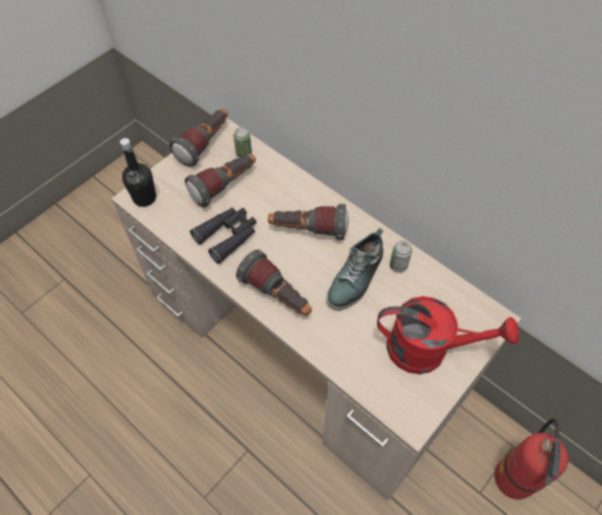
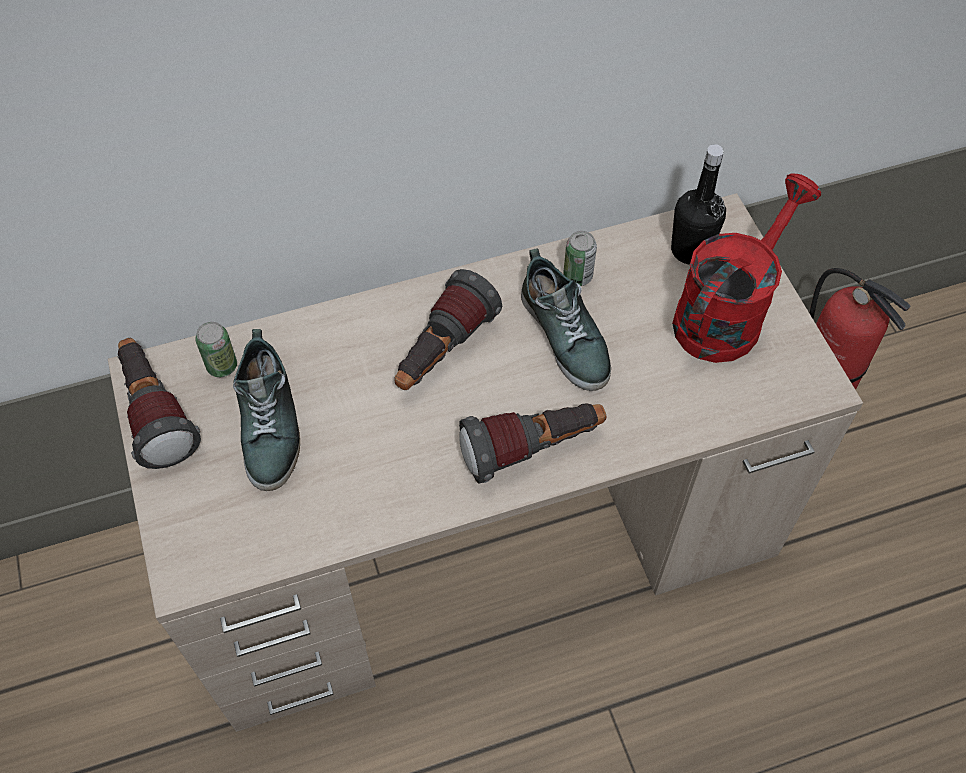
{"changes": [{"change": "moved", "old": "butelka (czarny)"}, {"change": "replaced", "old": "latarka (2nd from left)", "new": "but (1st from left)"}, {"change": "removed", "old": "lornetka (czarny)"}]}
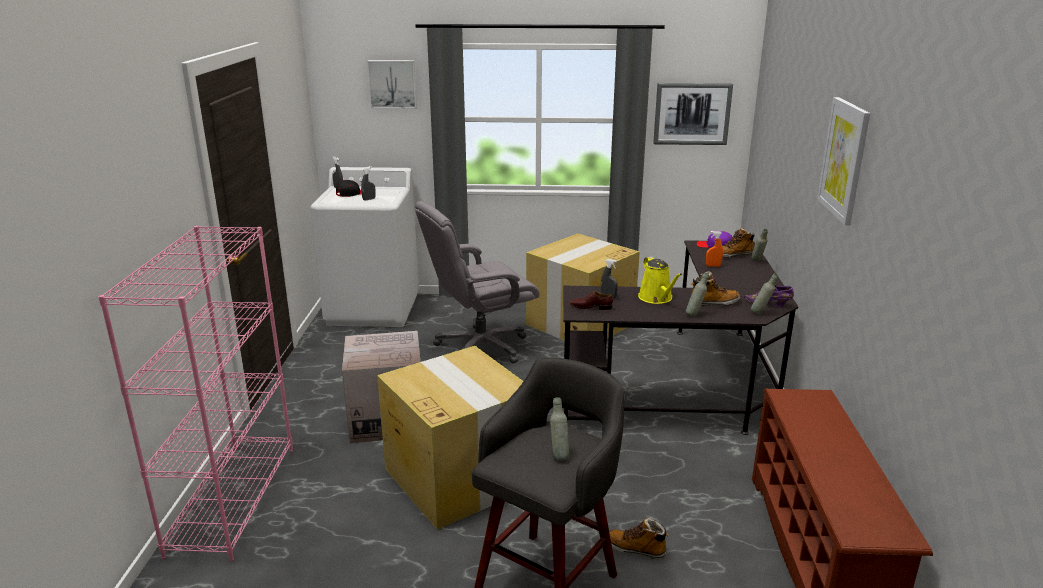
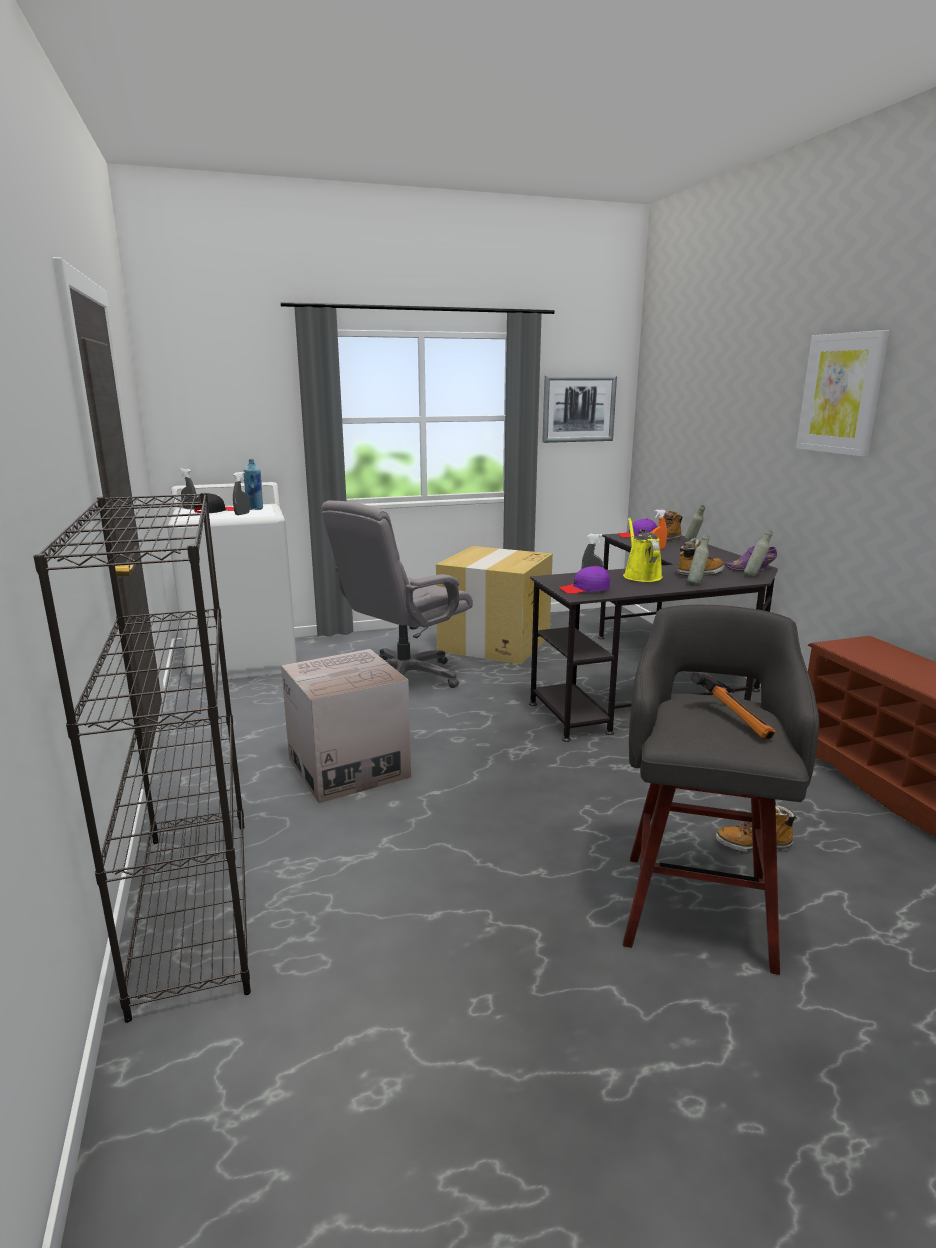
{"changes": [{"change": "recoloured", "old": "regał (różowy)", "new": "regał (czarny)"}, {"change": "removed", "old": "obraz (1st from left)"}, {"change": "removed", "old": "karton (2nd from left)"}, {"change": "replaced", "old": "butelka (szary) (1st from left)", "new": "młotek"}, {"change": "replaced", "old": "but (brązowy)", "new": "czapka z daszkiem (fioletowy) (1st from left)"}, {"change": "turned", "old": "konewka (żółty)", "degrees": -150}, {"change": "added", "new": "butelka (niebieski)"}]}
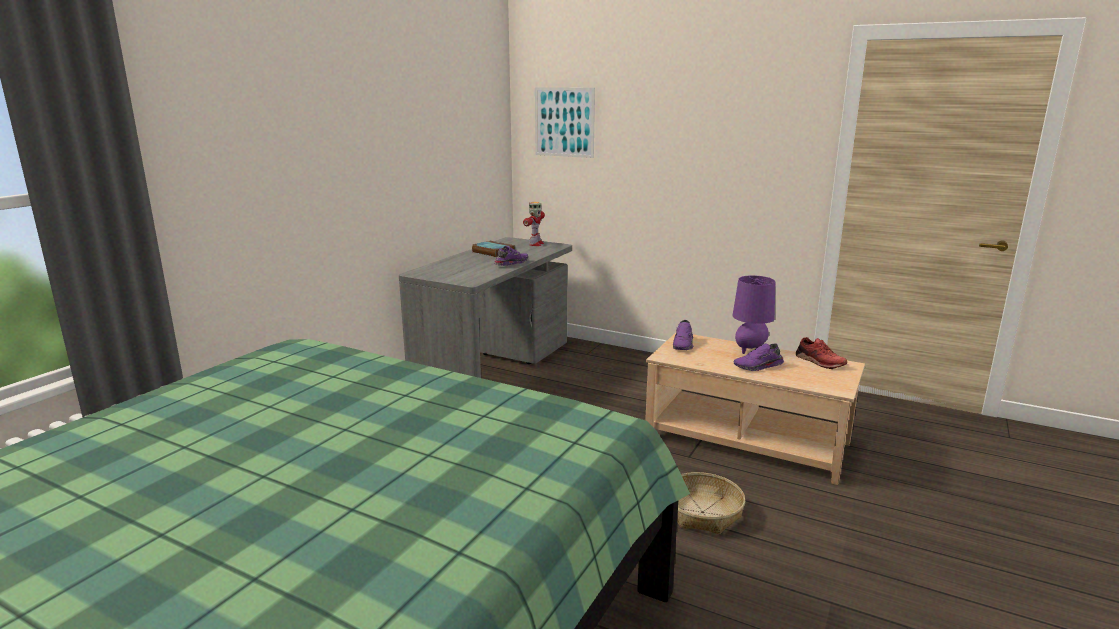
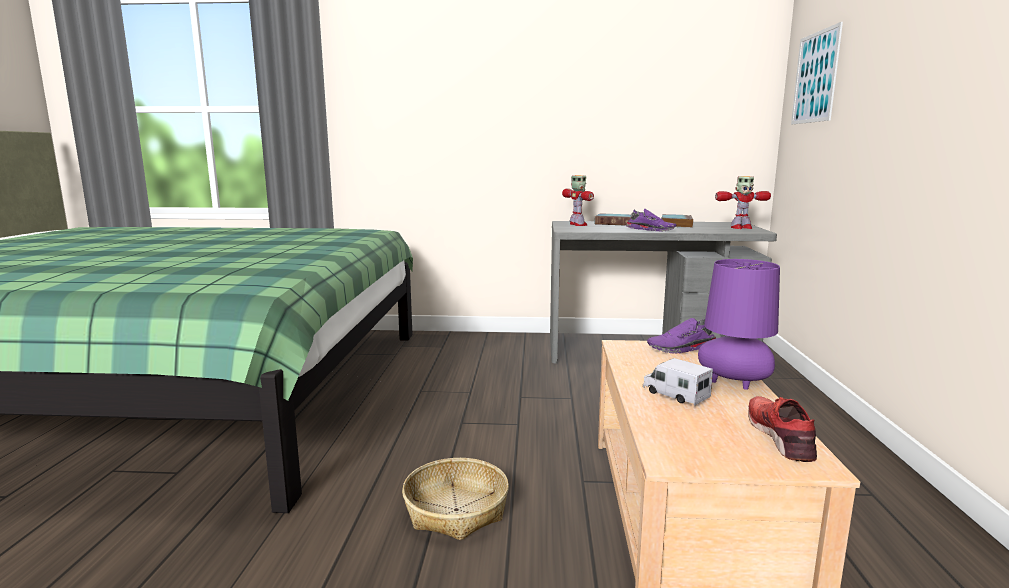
{"changes": [{"change": "replaced", "old": "but (fioletowy) (3rd from left)", "new": "ciężarówka zabawkowa"}, {"change": "turned", "old": "but (czerwony)", "degrees": 150}, {"change": "added", "new": "robot zabawkowy (1st from left)"}, {"change": "added", "new": "książka (1st from left)"}]}
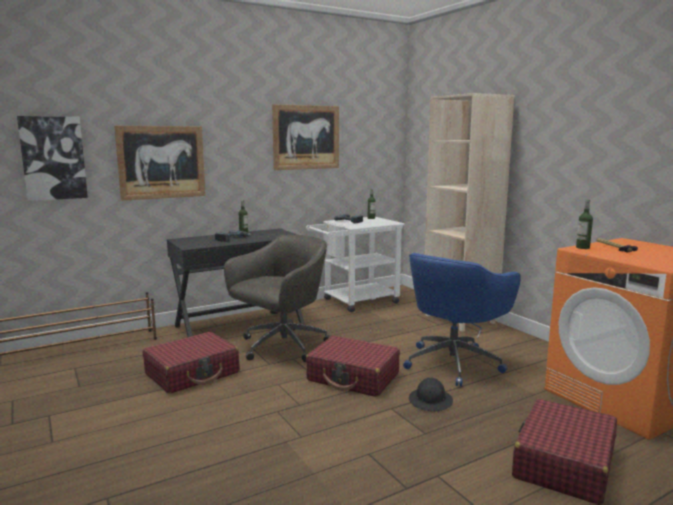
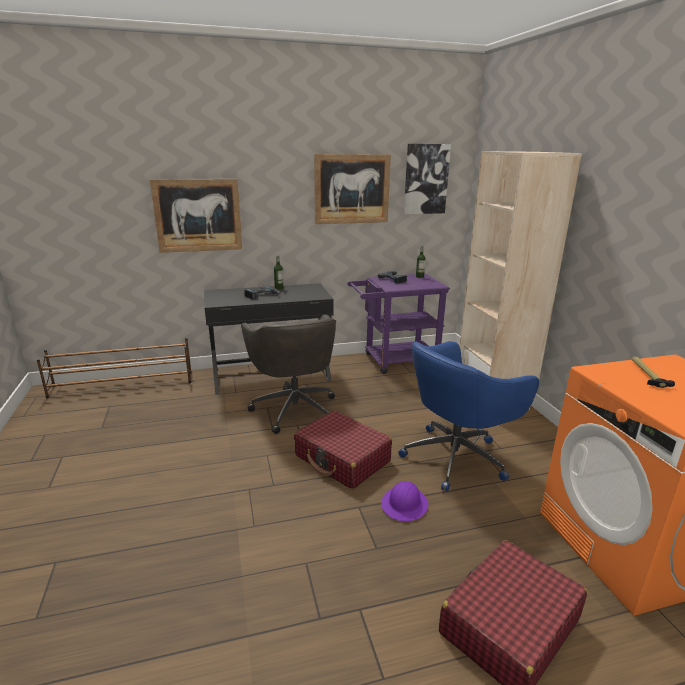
{"changes": [{"change": "moved", "old": "obraz (1st from left in the first image)", "new": "obraz (3rd from left)"}, {"change": "removed", "old": "walizka (czerwony) (1st from left)"}, {"change": "turned", "old": "krzesło biurowe (szary)", "degrees": 105}, {"change": "recoloured", "old": "wózek (biały)", "new": "wózek (fioletowy)"}, {"change": "recoloured", "old": "kask (czarny)", "new": "kask (fioletowy)"}, {"change": "removed", "old": "butelka (3rd from left)"}]}
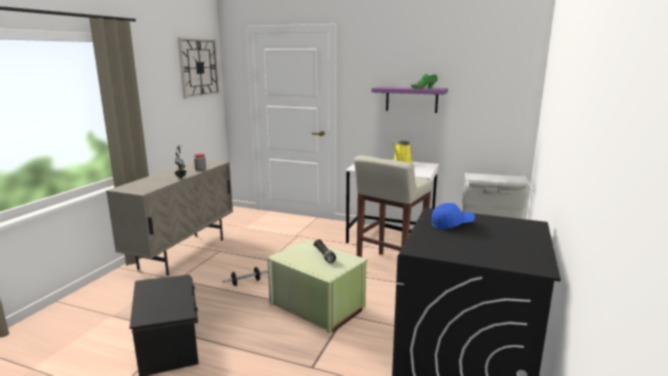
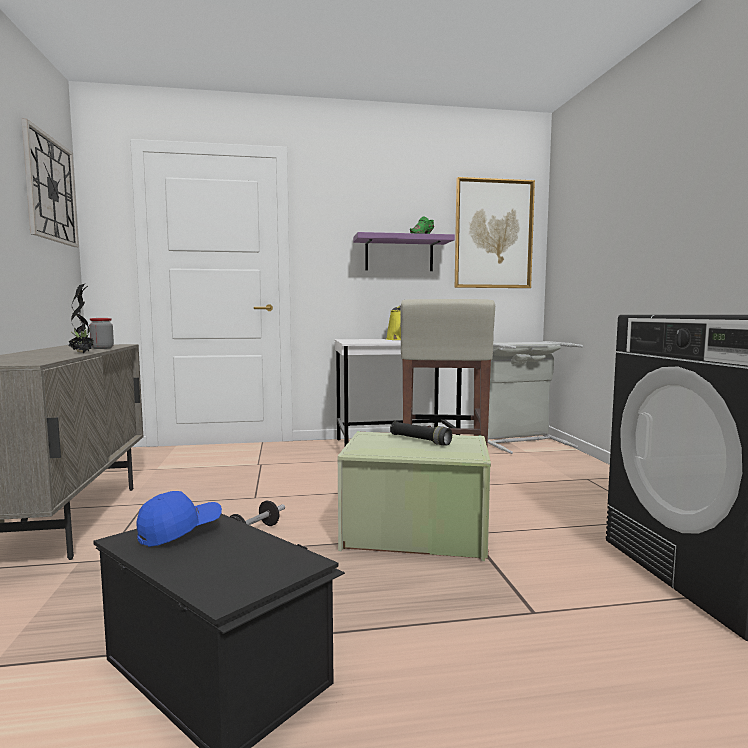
{"changes": [{"change": "moved", "old": "czapka z daszkiem (niebieski)"}, {"change": "added", "new": "obraz"}]}
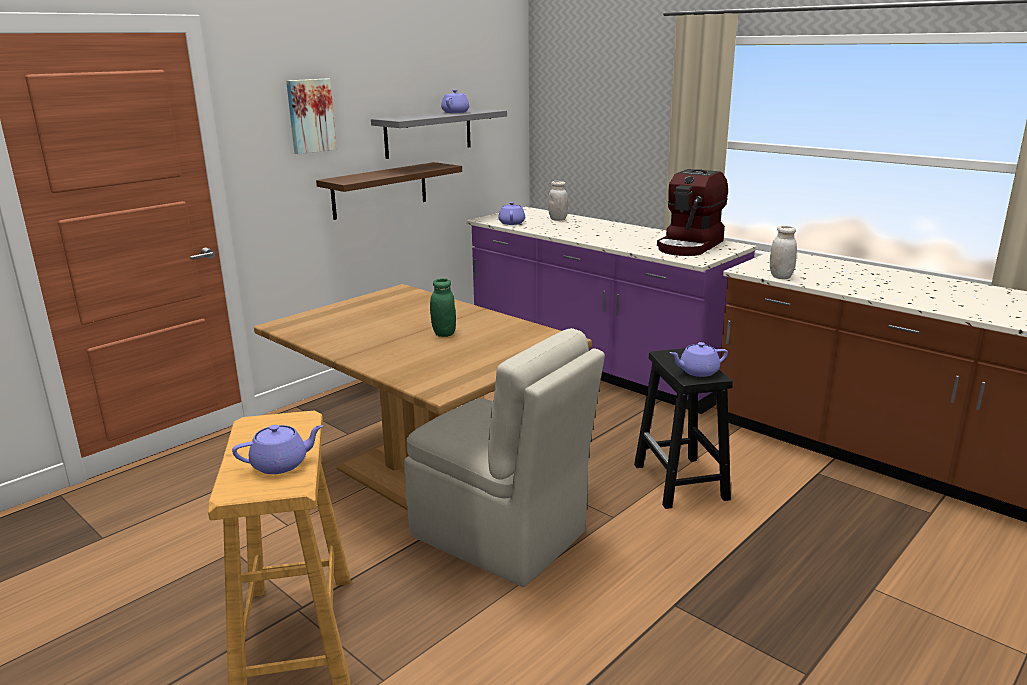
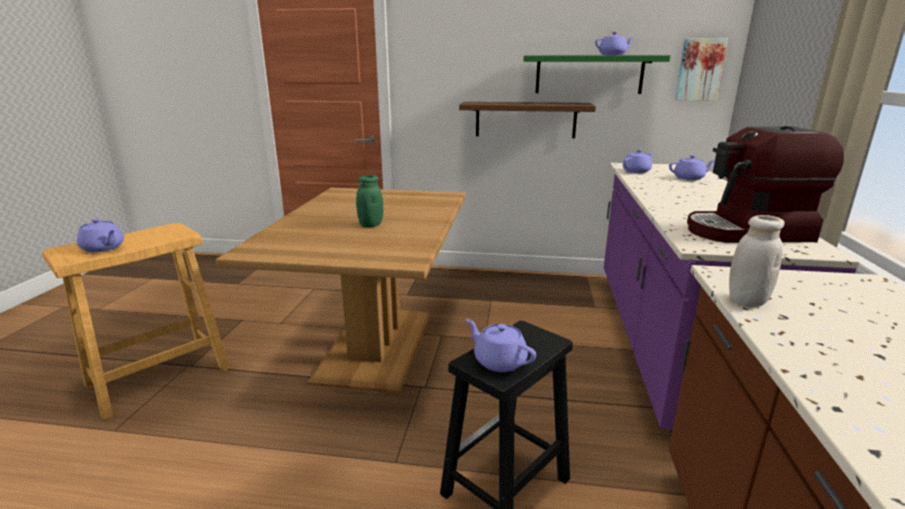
{"changes": [{"change": "moved", "old": "obraz"}, {"change": "recoloured", "old": "półka (szary)", "new": "półka (zielony)"}, {"change": "removed", "old": "krzesło (beżowy)"}, {"change": "replaced", "old": "słoik (biały) (1st from left)", "new": "imbryk (fioletowy) (5th from left)"}]}
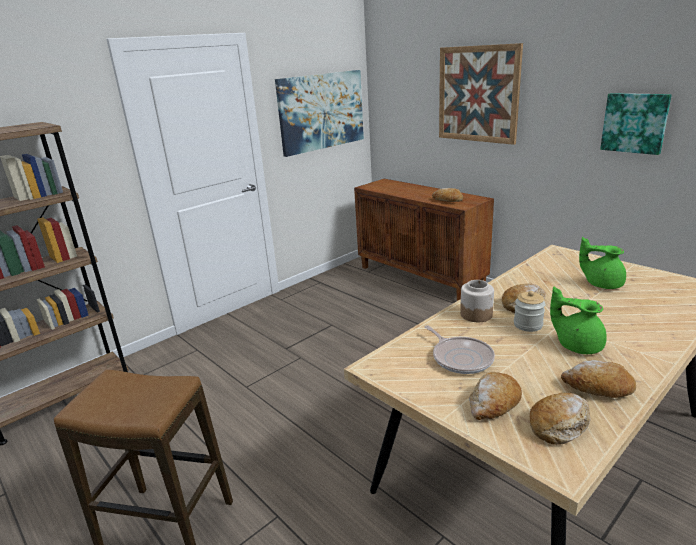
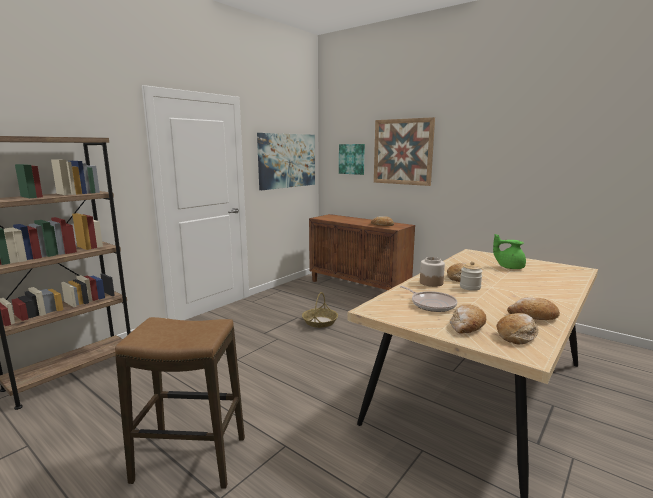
{"changes": [{"change": "removed", "old": "imbryk (zielony) (1st from left)"}, {"change": "moved", "old": "obraz (3rd from left in the first image)", "new": "obraz (2nd from left)"}, {"change": "added", "new": "koszyk"}]}
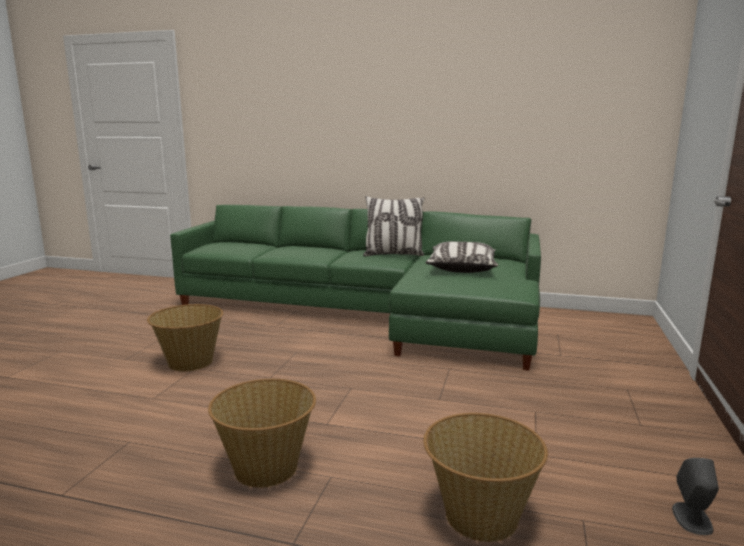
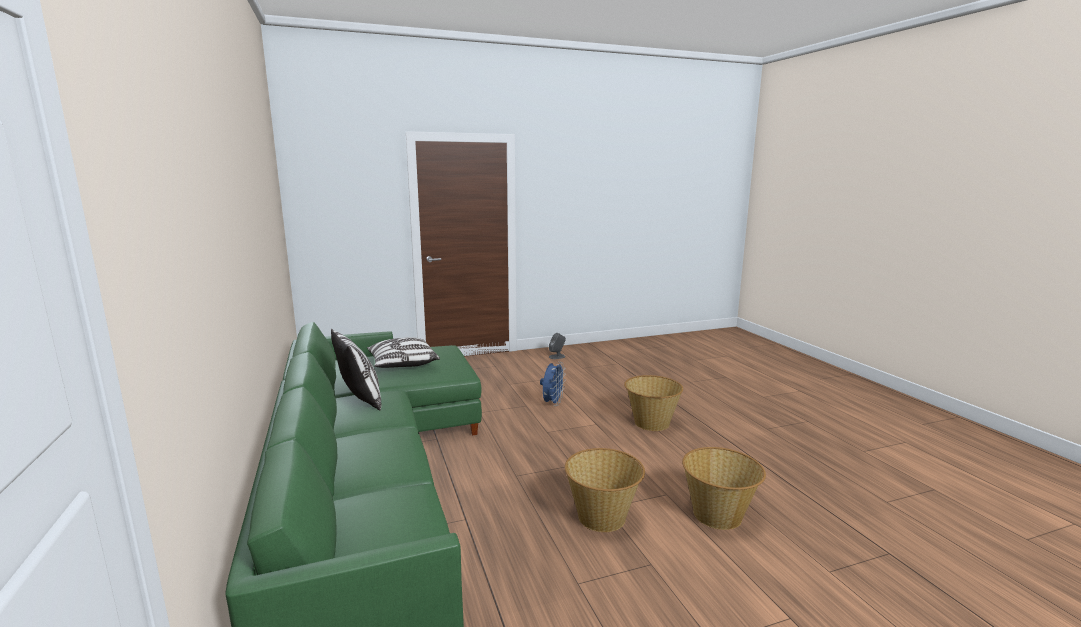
{"changes": [{"change": "moved", "old": "koszyk (3rd from left)"}, {"change": "added", "new": "wentylator (niebieski)"}]}
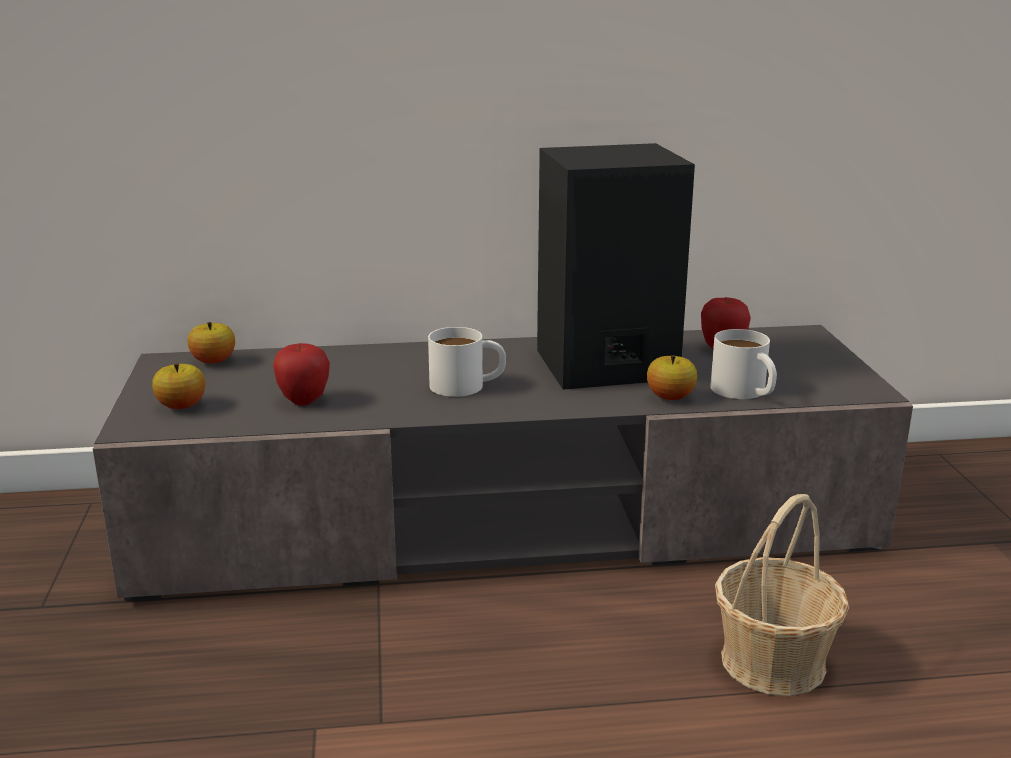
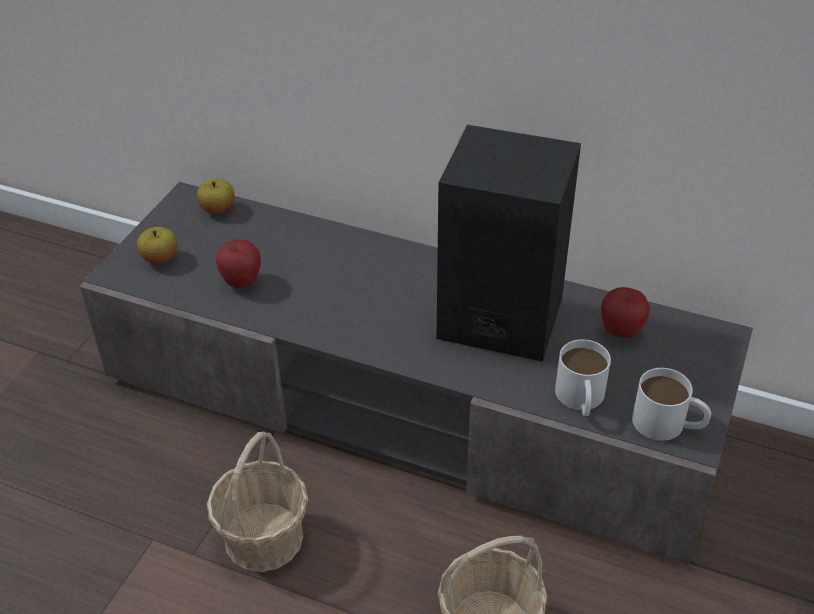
{"changes": [{"change": "moved", "old": "kubek (biały) (1st from left in the first image)", "new": "kubek (biały) (2nd from left)"}, {"change": "removed", "old": "jabłko (4th from left)"}, {"change": "added", "new": "koszyk (1st from left)"}]}
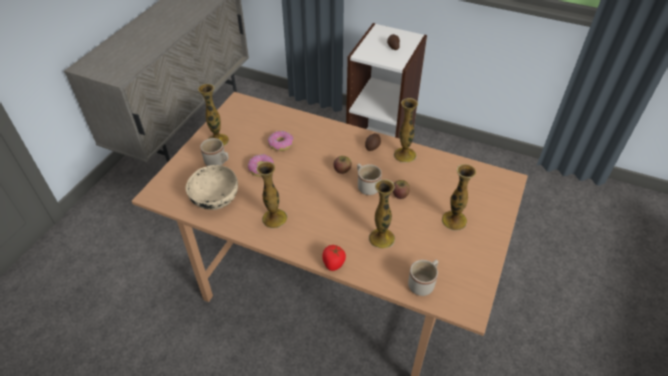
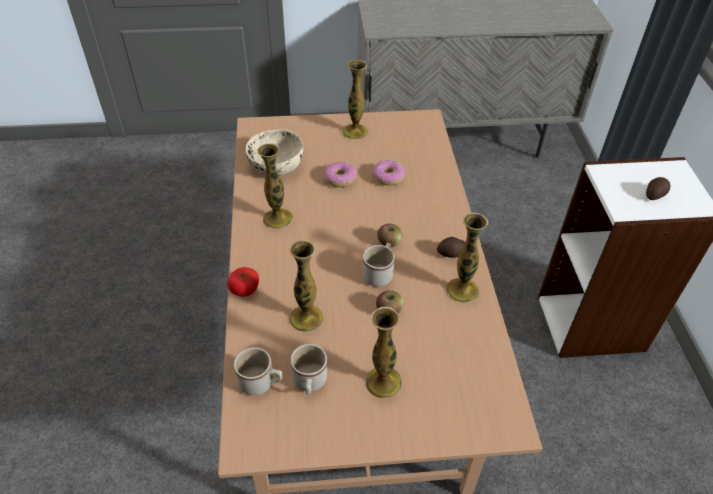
{"changes": [{"change": "moved", "old": "kubek (beżowy) (1st from left in the first image)", "new": "kubek (beżowy) (2nd from left)"}]}
